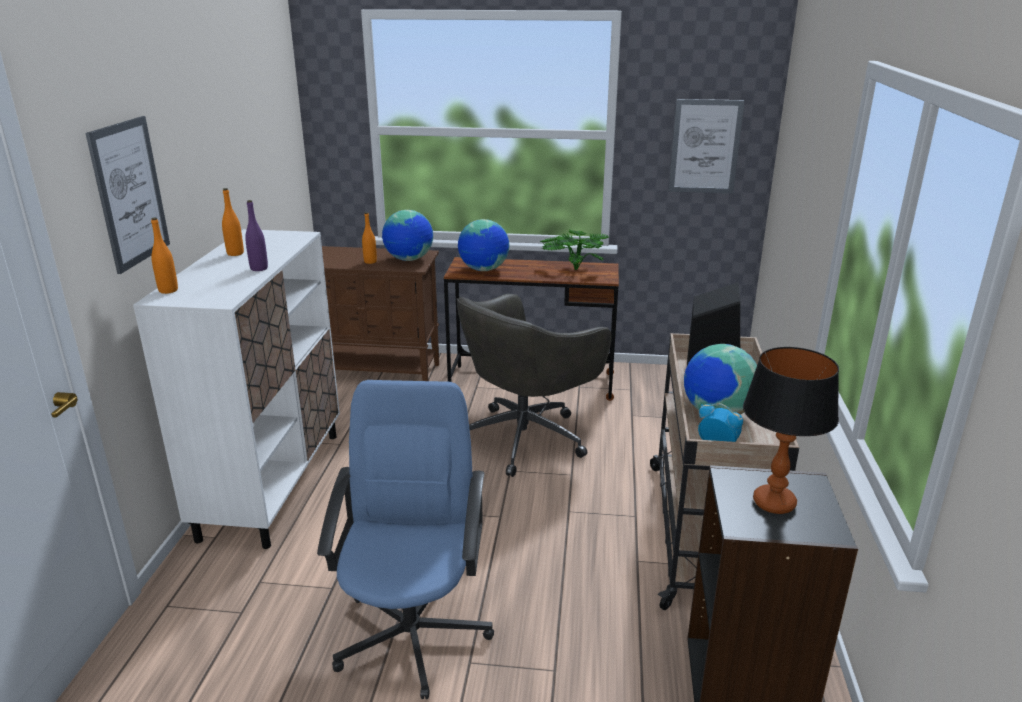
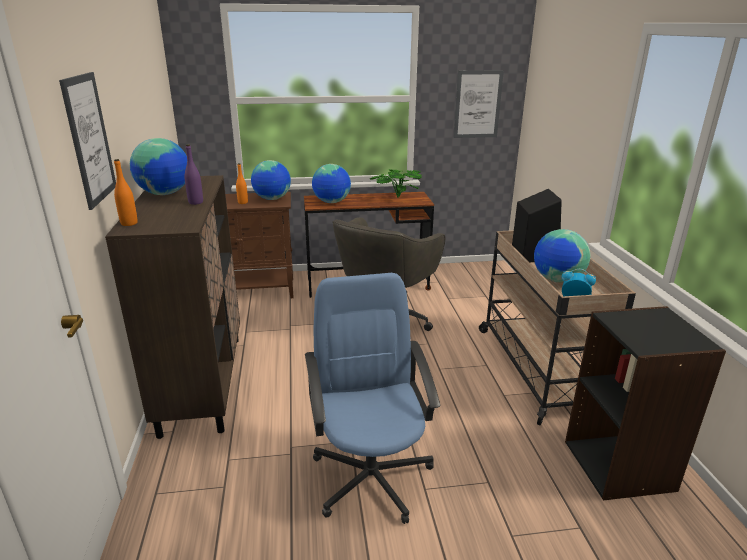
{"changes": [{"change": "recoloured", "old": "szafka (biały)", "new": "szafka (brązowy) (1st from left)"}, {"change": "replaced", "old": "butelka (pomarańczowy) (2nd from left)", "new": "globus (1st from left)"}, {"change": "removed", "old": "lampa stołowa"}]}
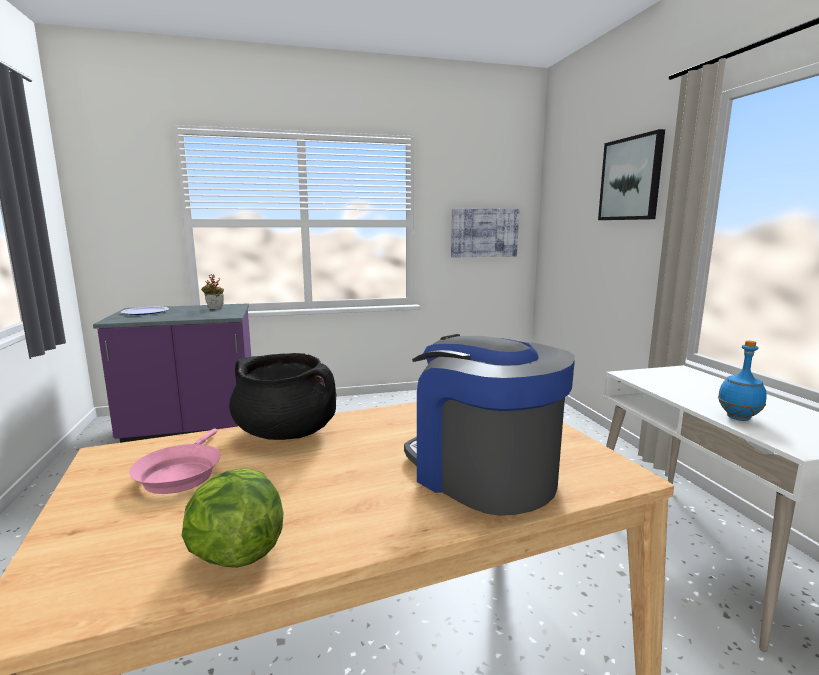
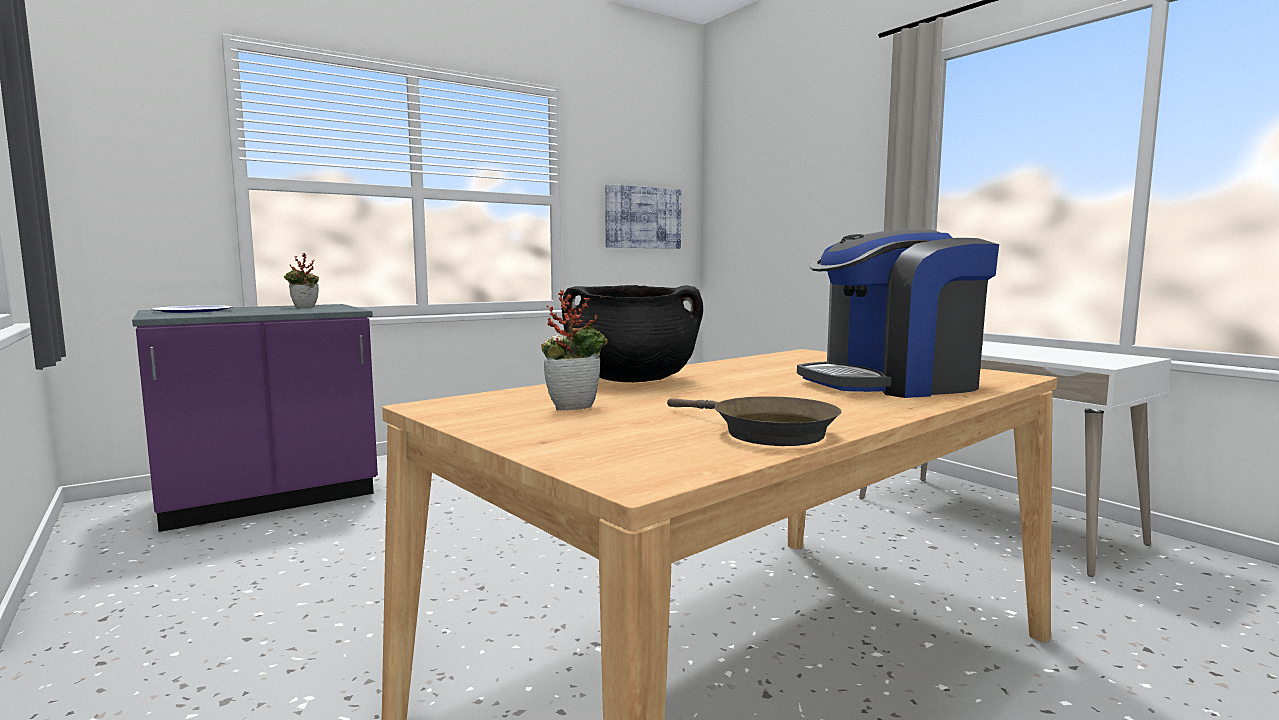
{"changes": [{"change": "replaced", "old": "patelnia (różowy)", "new": "roślina doniczkowa (2nd from left)"}, {"change": "replaced", "old": "sałata", "new": "patelnia (brązowy)"}, {"change": "turned", "old": "ekspres do kawy", "degrees": -45}, {"change": "removed", "old": "obraz (2nd from left)"}, {"change": "removed", "old": "butelka (niebieski)"}]}
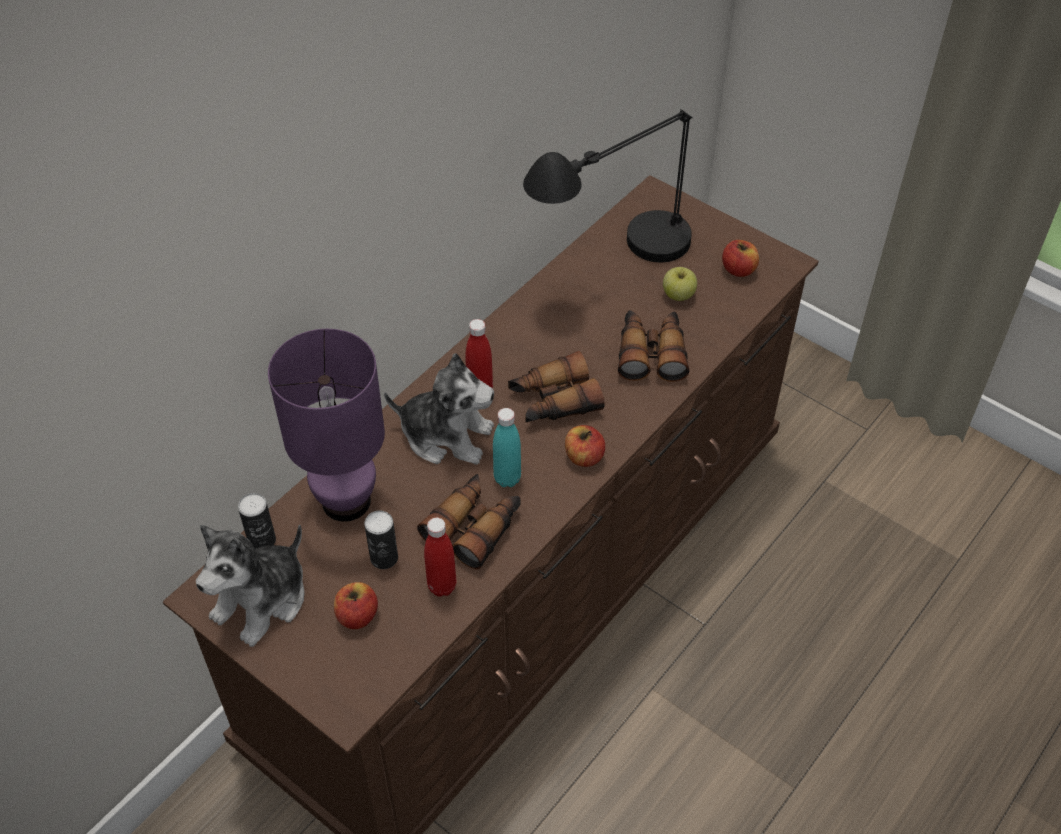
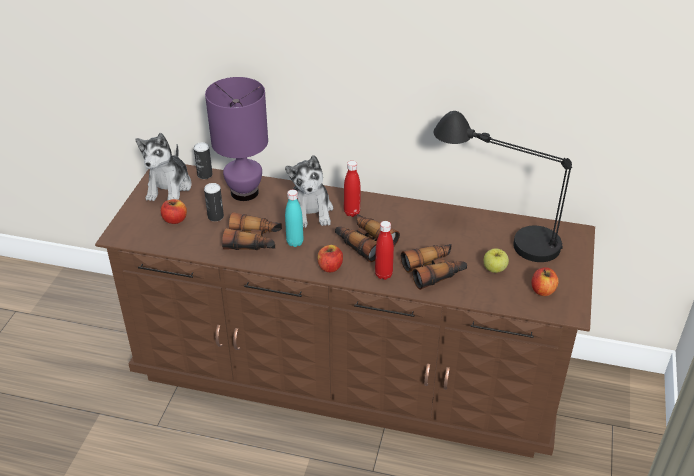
{"changes": [{"change": "turned", "old": "pluszak (1st from left)", "degrees": -90}, {"change": "moved", "old": "butelka (czerwony) (1st from left in the first image)", "new": "butelka (czerwony) (2nd from left)"}]}
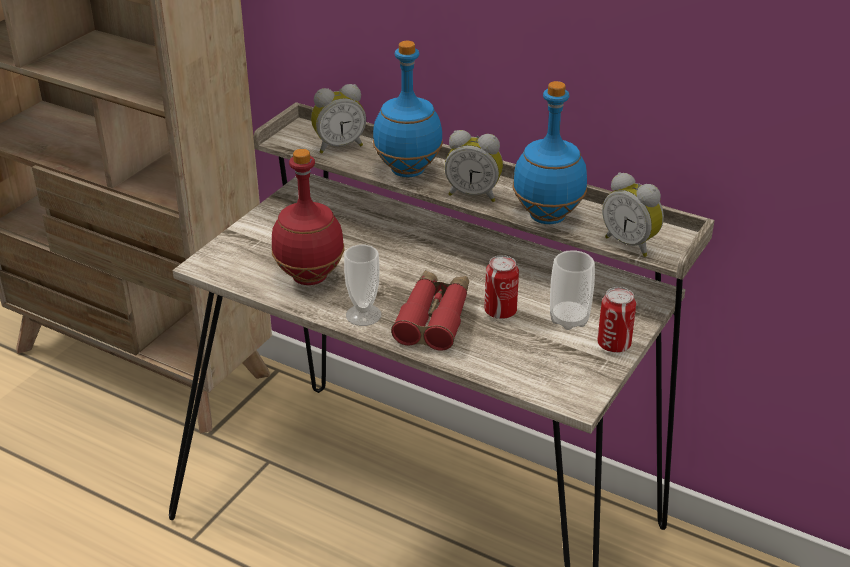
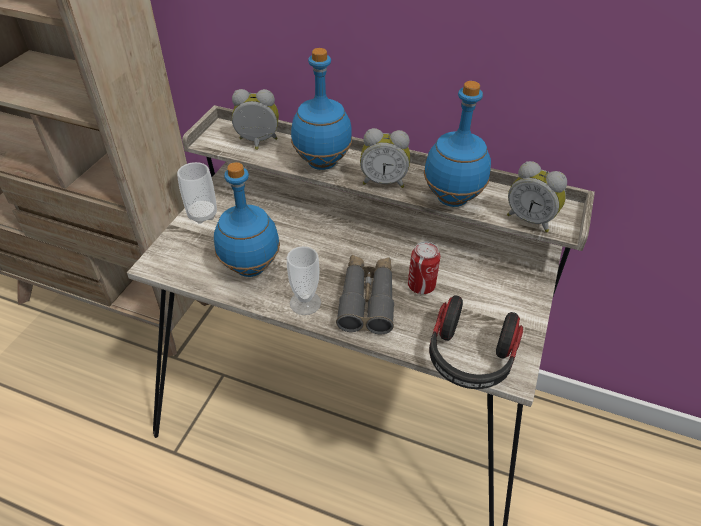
{"changes": [{"change": "recoloured", "old": "butelka (czerwony)", "new": "butelka (niebieski) (1st from left)"}, {"change": "turned", "old": "budzik (1st from left)", "degrees": -150}, {"change": "recoloured", "old": "lornetka (czerwony)", "new": "lornetka (szary)"}, {"change": "moved", "old": "filiżanka (2nd from left in the first image)", "new": "filiżanka (1st from left)"}, {"change": "removed", "old": "puszka (2nd from left)"}, {"change": "added", "new": "słuchawki"}]}
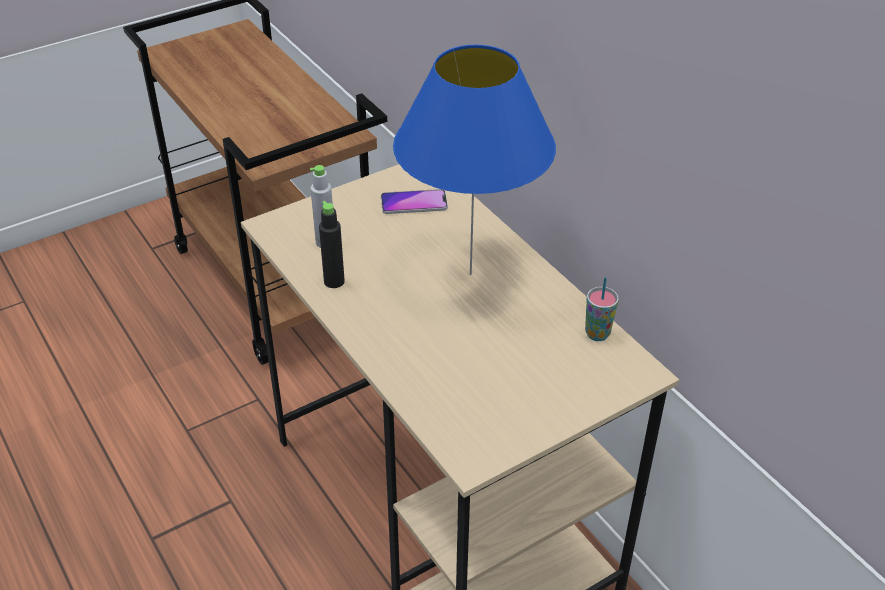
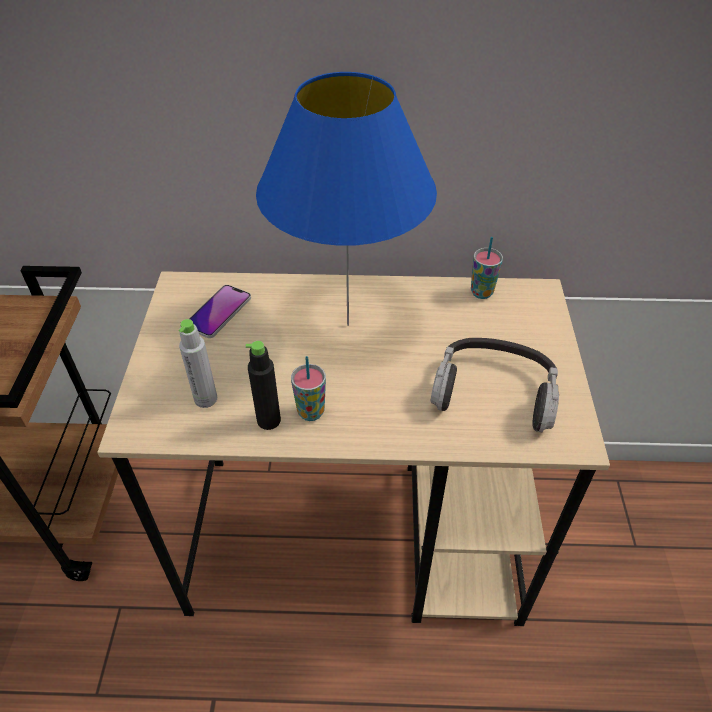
{"changes": [{"change": "added", "new": "filiżanka (1st from left)"}, {"change": "added", "new": "słuchawki"}]}
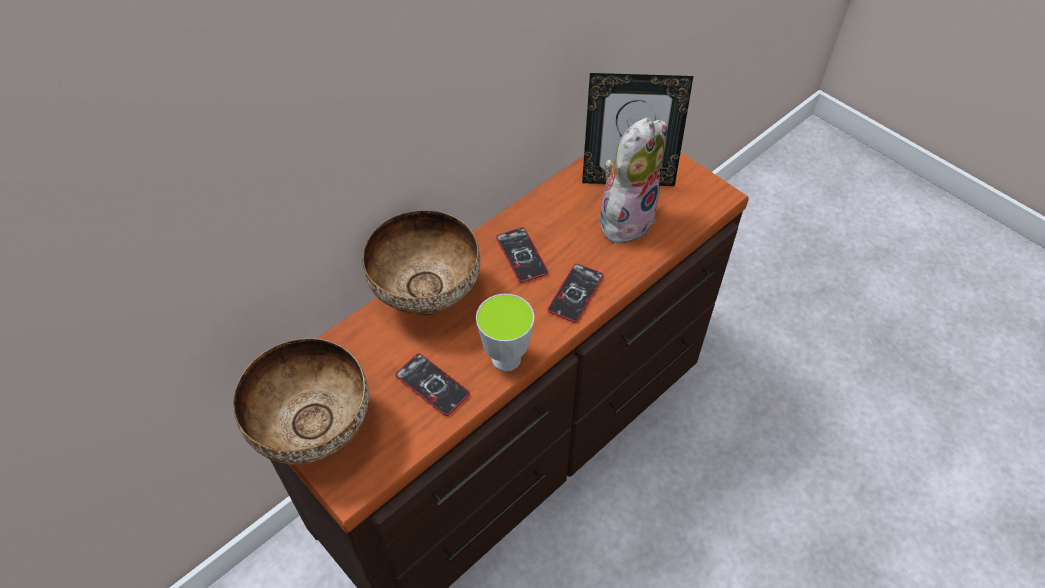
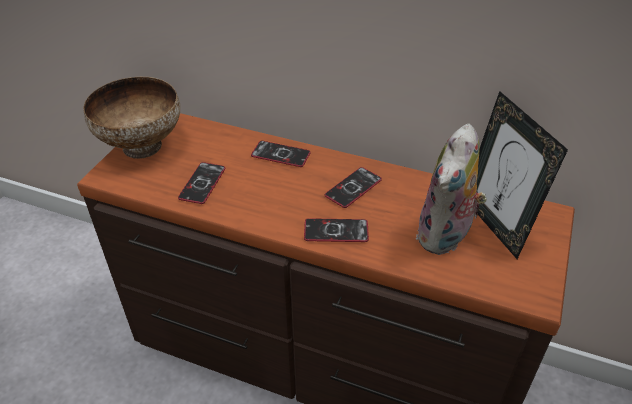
{"changes": [{"change": "replaced", "old": "miska (2nd from left)", "new": "telefon (2nd from left)"}, {"change": "removed", "old": "filiżanka"}, {"change": "turned", "old": "pluszak", "degrees": 105}]}
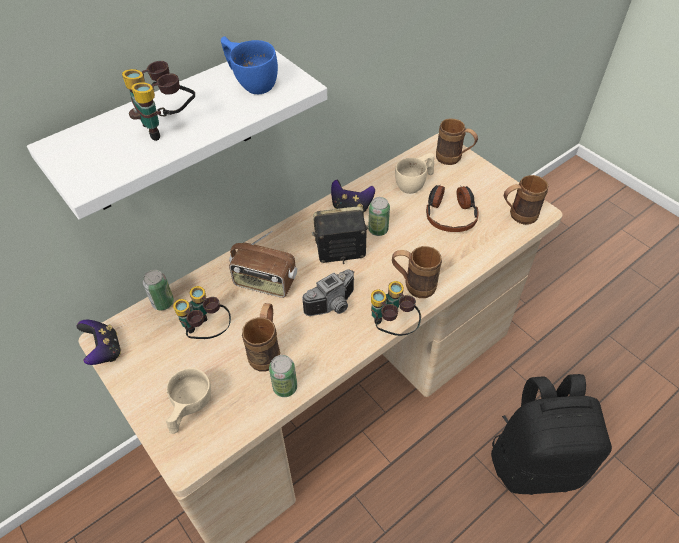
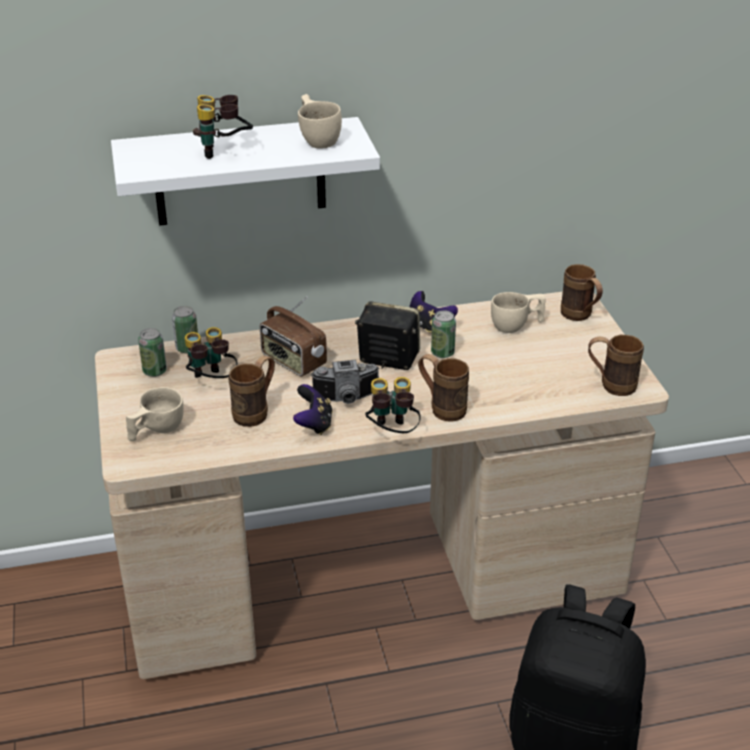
{"changes": [{"change": "moved", "old": "pad do gier (1st from left)"}, {"change": "recoloured", "old": "filiżanka (niebieski)", "new": "filiżanka (beżowy) (2nd from left)"}, {"change": "moved", "old": "puszka (2nd from left in the first image)", "new": "puszka (1st from left)"}, {"change": "removed", "old": "słuchawki"}]}
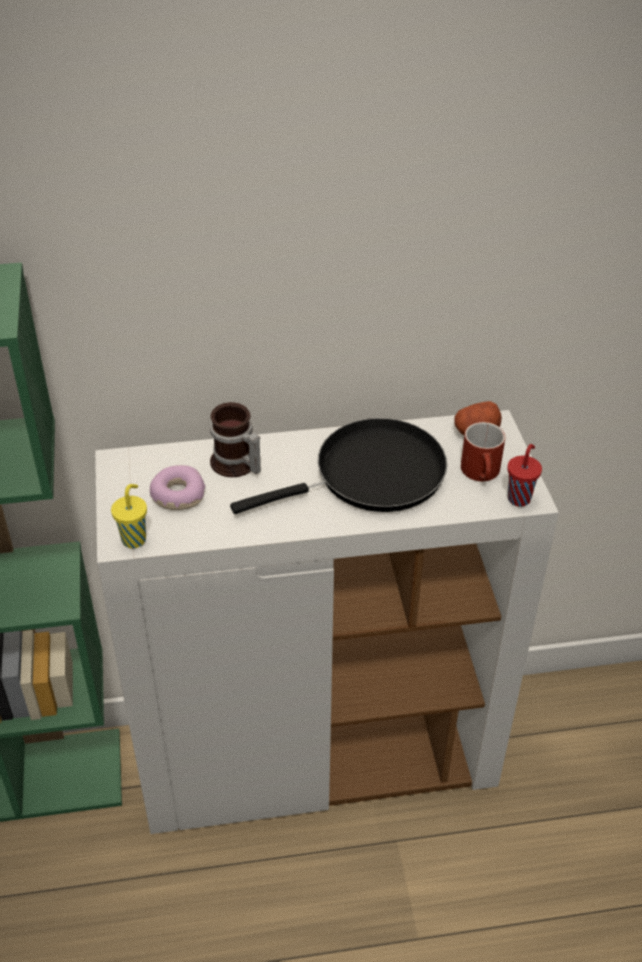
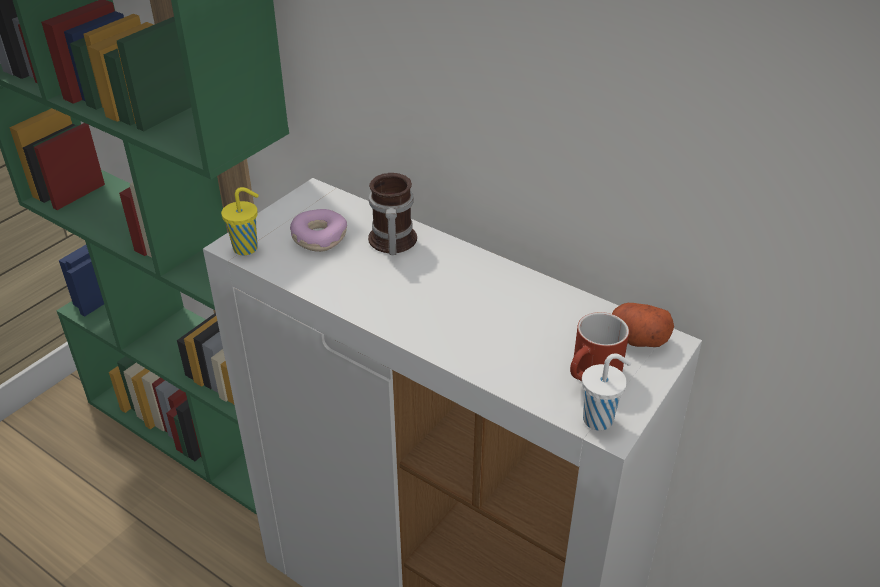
{"changes": [{"change": "removed", "old": "patelnia (czarny)"}, {"change": "recoloured", "old": "filiżanka (czerwony)", "new": "filiżanka (biały)"}]}
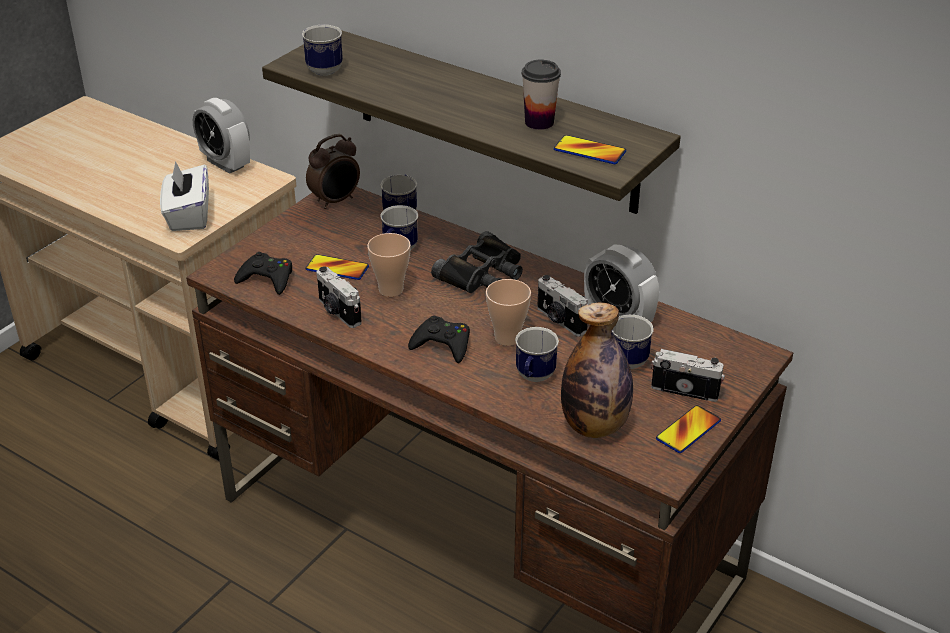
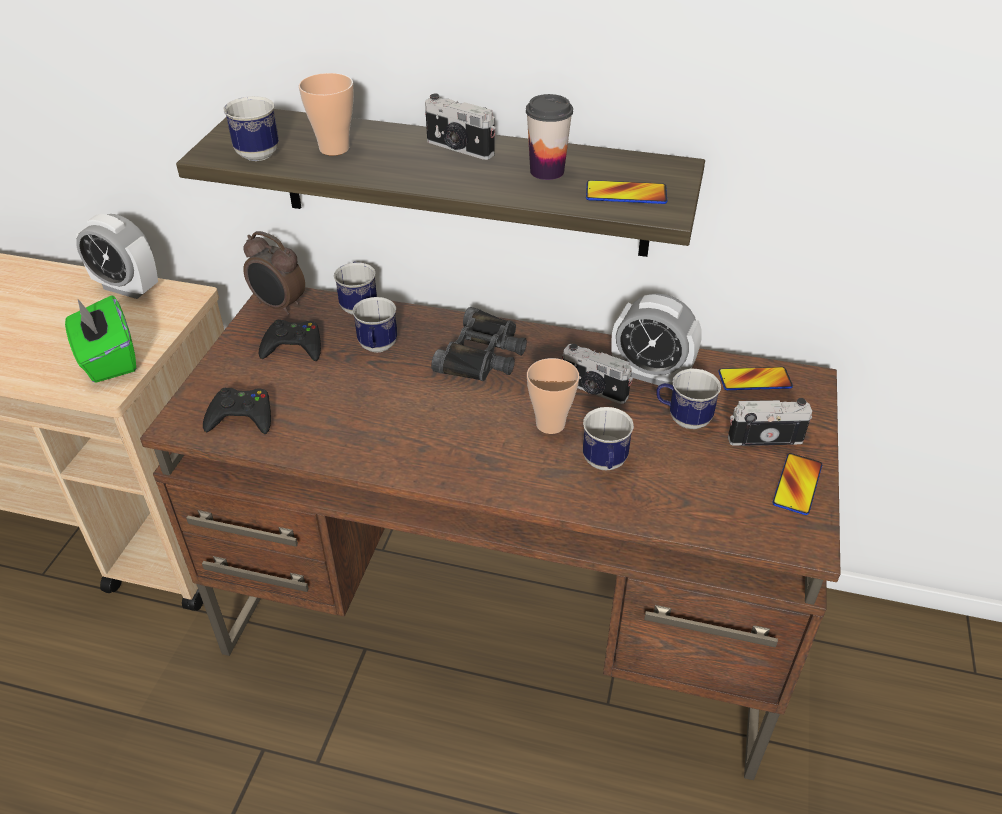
{"changes": [{"change": "recoloured", "old": "pudełko chusteczek (biały)", "new": "pudełko chusteczek (zielony)"}, {"change": "turned", "old": "budzik (2nd from left)", "degrees": 90}, {"change": "moved", "old": "telefon (1st from left in the first image)", "new": "telefon (2nd from left)"}, {"change": "moved", "old": "aparat fotograficzny (1st from left)"}, {"change": "moved", "old": "filiżanka (1st from left)"}, {"change": "moved", "old": "pad do gier (czarny) (2nd from left)"}, {"change": "removed", "old": "butelka"}]}
